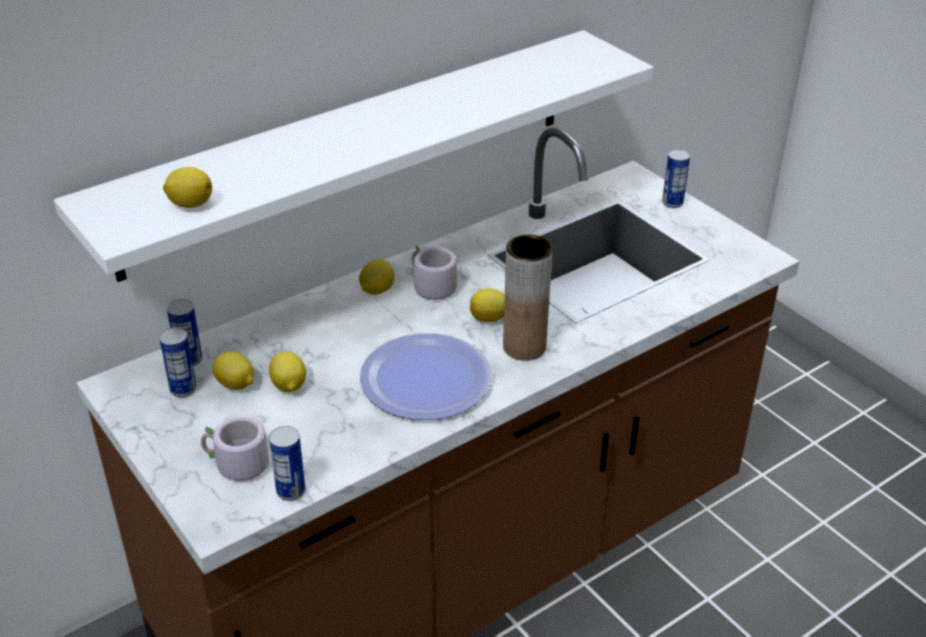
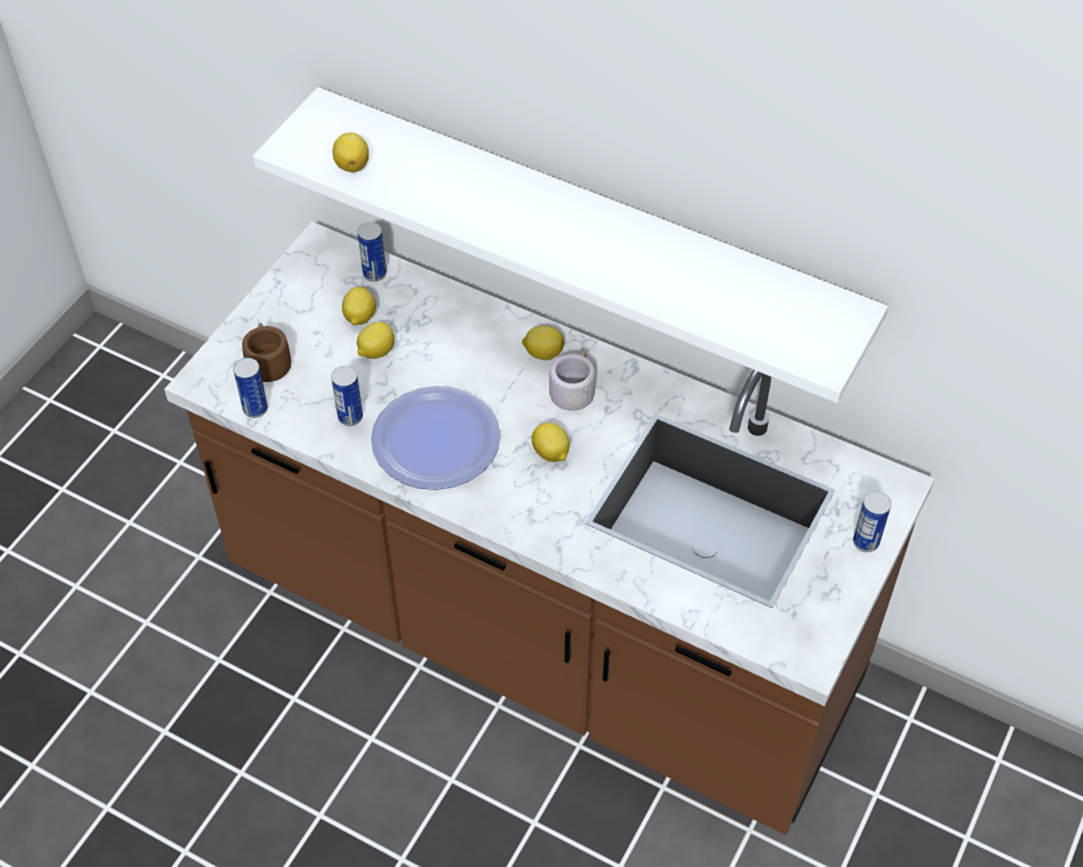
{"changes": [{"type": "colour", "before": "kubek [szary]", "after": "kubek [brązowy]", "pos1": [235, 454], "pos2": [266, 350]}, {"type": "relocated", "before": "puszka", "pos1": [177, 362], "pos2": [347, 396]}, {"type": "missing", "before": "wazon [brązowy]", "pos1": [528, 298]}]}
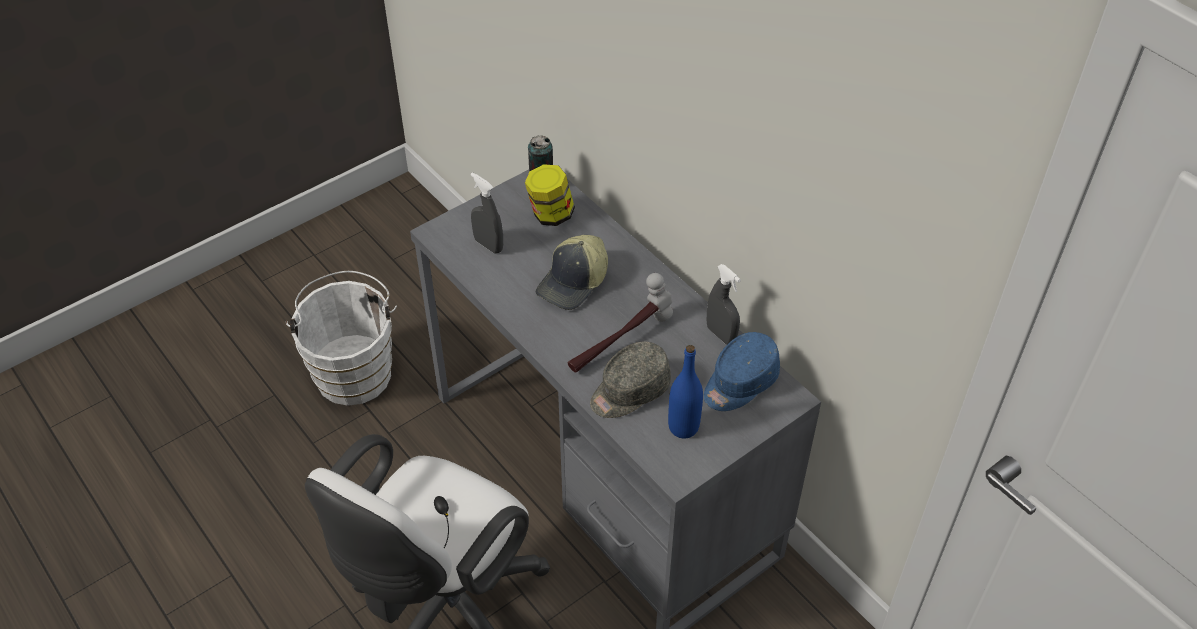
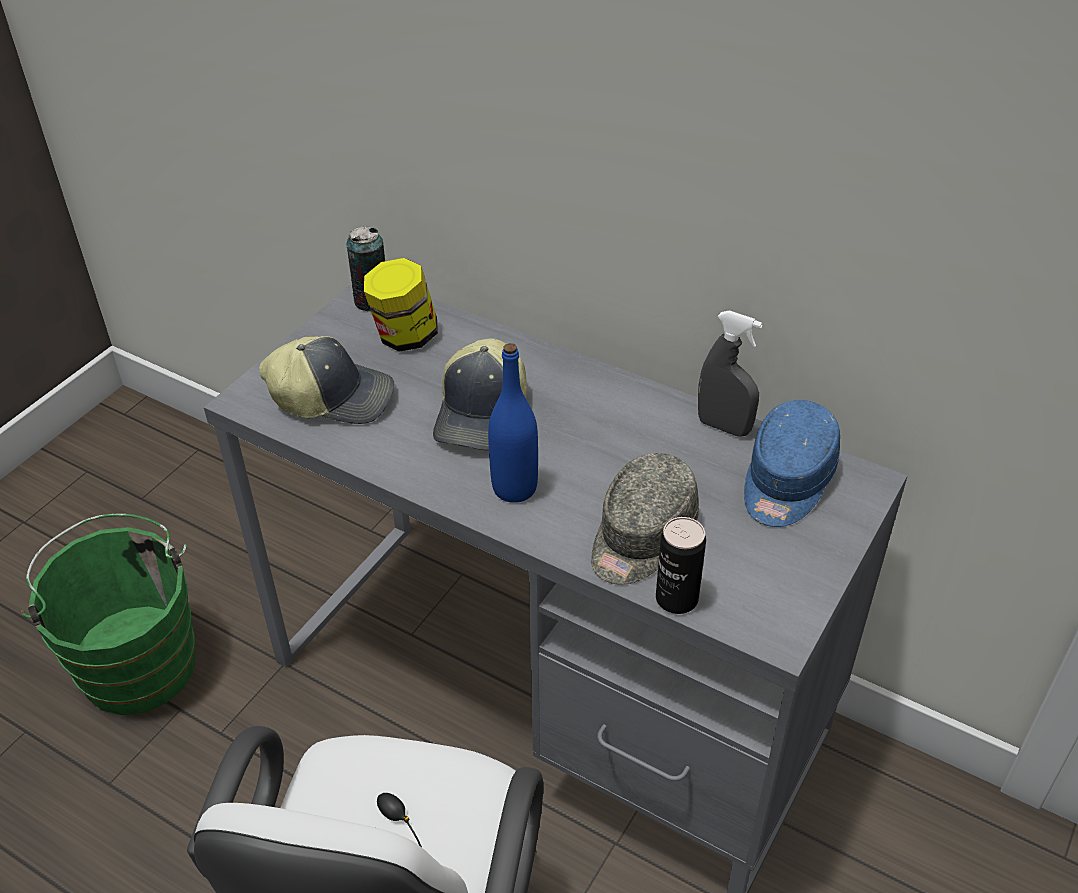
{"changes": [{"type": "colour", "before": "wiadro [biały]", "after": "wiadro [zielony]", "pos1": [341, 338], "pos2": [108, 614]}, {"type": "exchanged", "before": "spryskiwacz [szary]", "after": "czapka z daszkiem", "pos1": [487, 213], "pos2": [326, 380]}, {"type": "relocated", "before": "butelka [niebieski]", "pos1": [685, 391], "pos2": [513, 423]}, {"type": "appeared", "after": "puszka", "pos2": [681, 565]}, {"type": "missing", "before": "młotek", "pos1": [620, 323]}]}
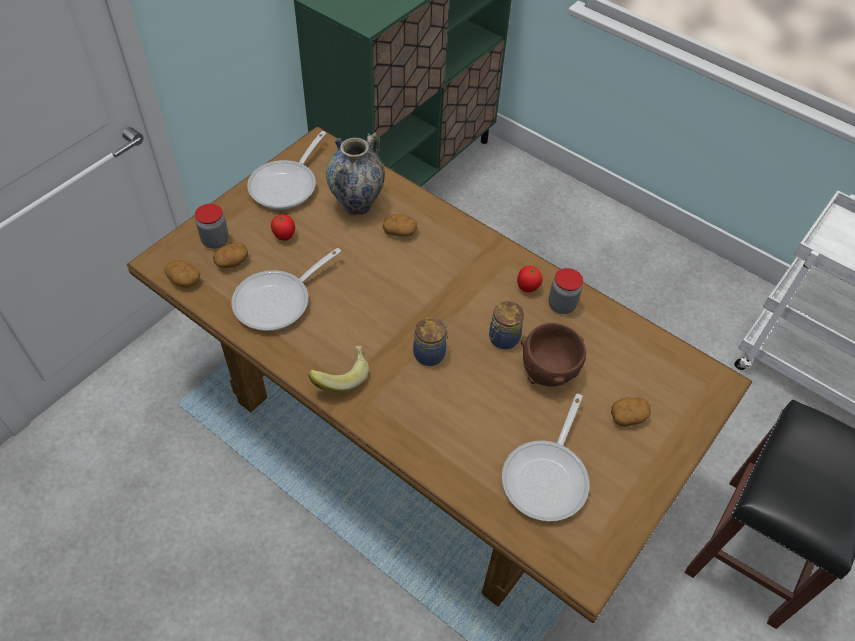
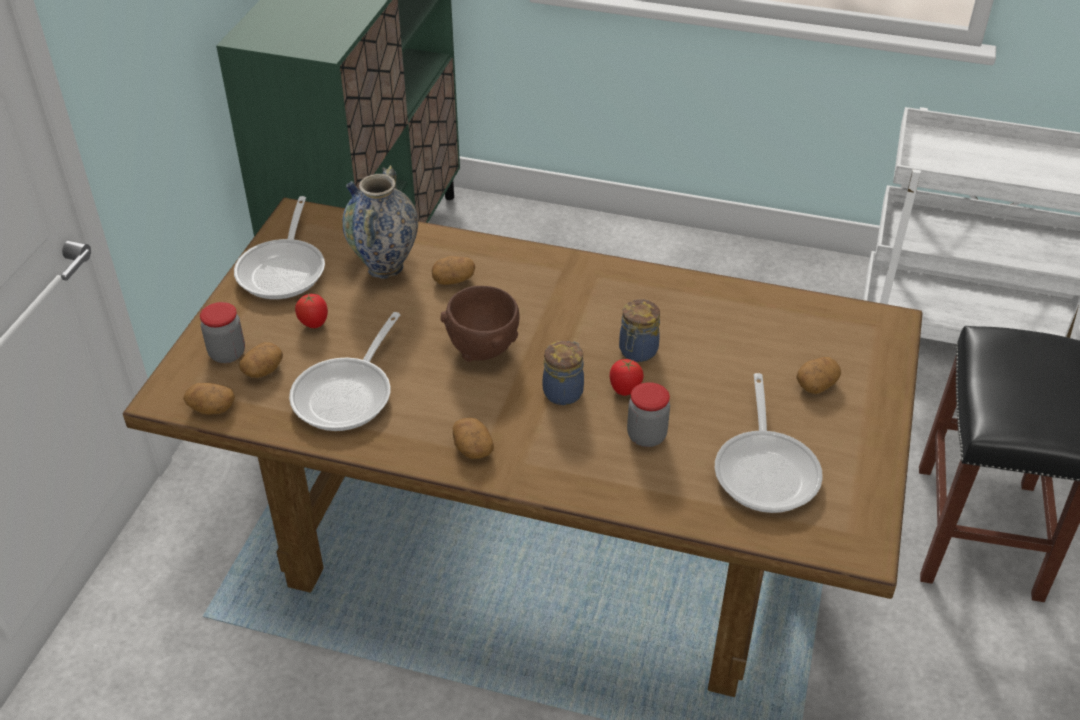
{"changes": [{"type": "relocated", "before": "miska [brązowy]", "pos1": [553, 355], "pos2": [480, 324]}, {"type": "exchanged", "before": "banan", "after": "ziemniak", "pos1": [338, 369], "pos2": [473, 438]}, {"type": "relocated", "before": "pomidor", "pos1": [529, 279], "pos2": [627, 377]}, {"type": "relocated", "before": "słoik", "pos1": [566, 291], "pos2": [648, 414]}]}
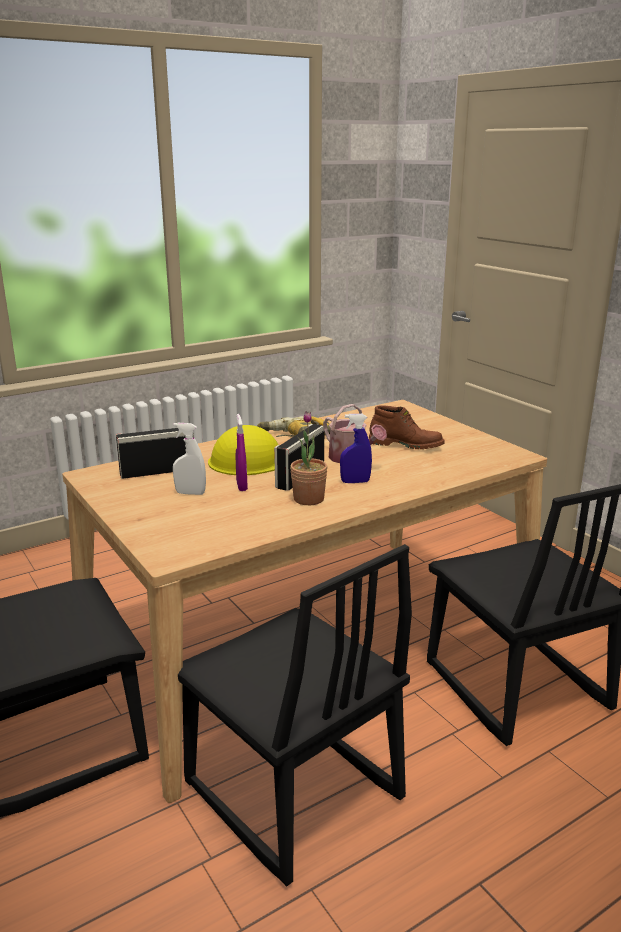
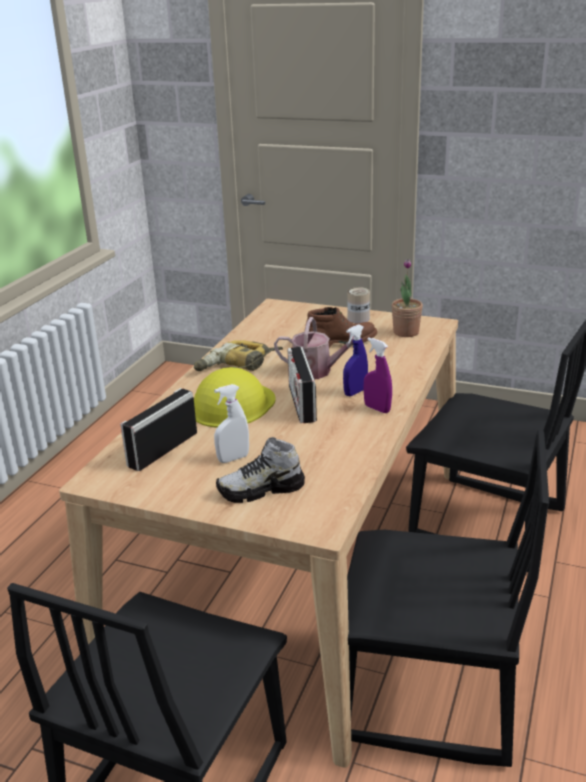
{"changes": [{"type": "appeared", "after": "but", "pos2": [260, 470]}, {"type": "appeared", "after": "puszka", "pos2": [358, 305]}, {"type": "relocated", "before": "spryskiwacz [fioletowy]", "pos1": [242, 452], "pos2": [377, 375]}, {"type": "relocated", "before": "roślina doniczkowa", "pos1": [309, 458], "pos2": [407, 298]}]}
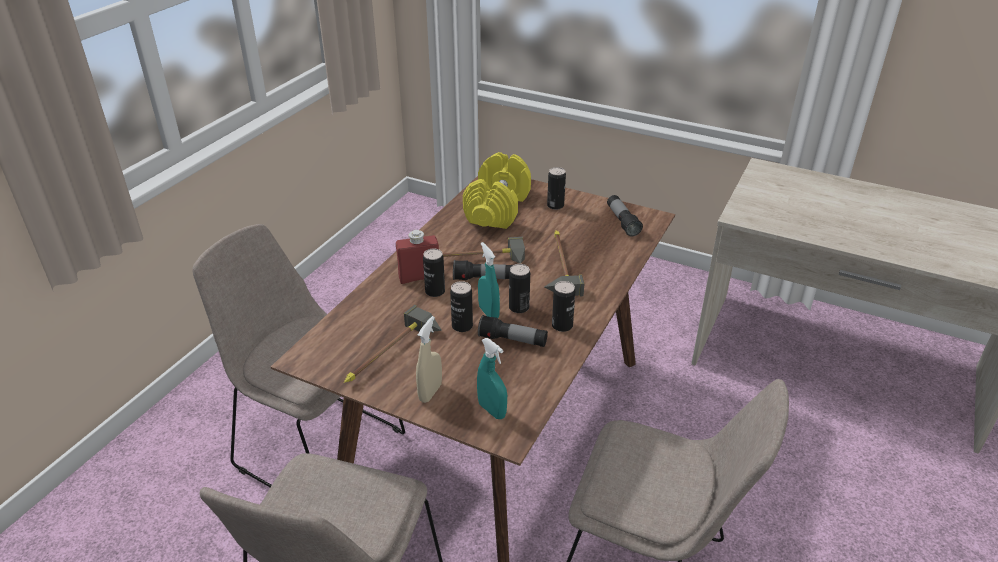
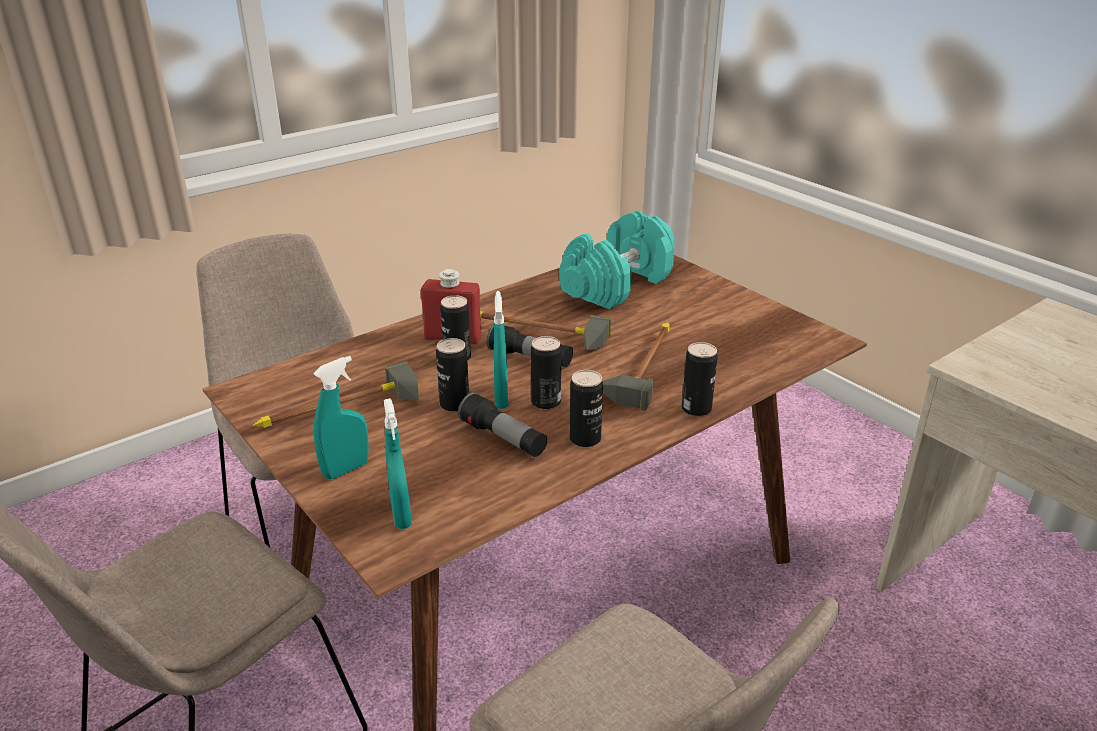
{"changes": [{"type": "colour", "before": "spryskiwacz [beżowy]", "after": "spryskiwacz [turkusowy]", "pos1": [429, 359], "pos2": [341, 417]}, {"type": "colour", "before": "hantel [żółty]", "after": "hantel [turkusowy]", "pos1": [497, 190], "pos2": [617, 259]}, {"type": "relocated", "before": "puszka", "pos1": [556, 188], "pos2": [700, 379]}, {"type": "missing", "before": "latarka", "pos1": [625, 215]}]}
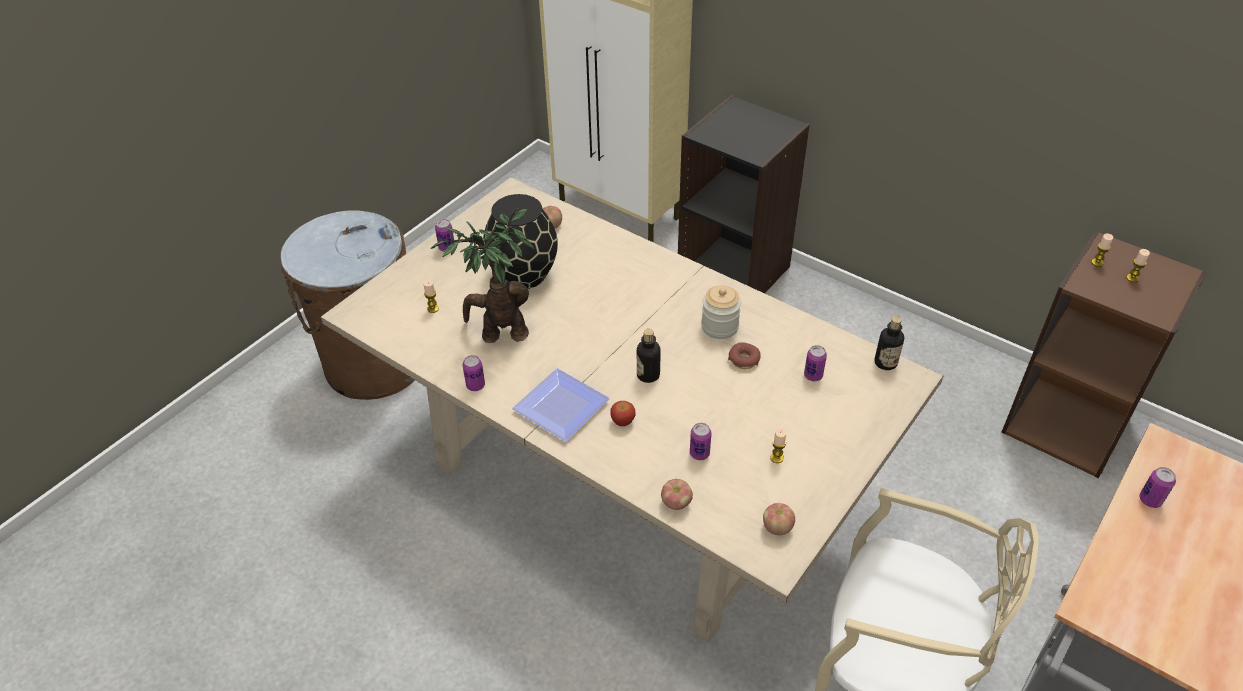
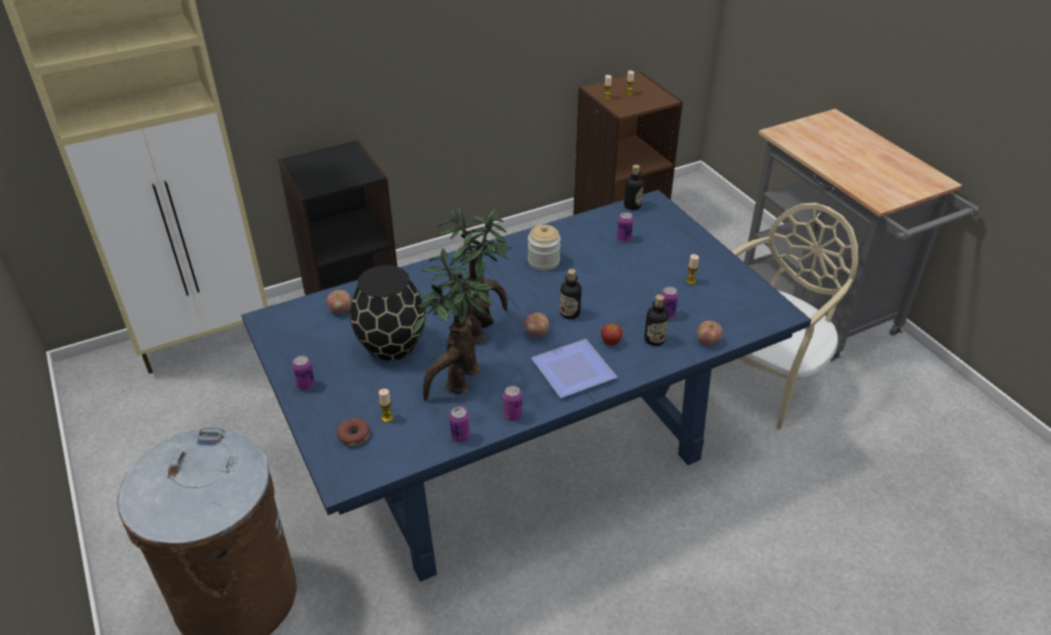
{"changes": [{"type": "colour", "before": "stół jadalny [beżowy]", "after": "stół jadalny [niebieski]", "pos1": [632, 409], "pos2": [526, 386]}, {"type": "relocated", "before": "donut", "pos1": [744, 355], "pos2": [354, 432]}, {"type": "appeared", "after": "roślina doniczkowa", "pos2": [474, 275]}, {"type": "relocated", "before": "puszka", "pos1": [1157, 487], "pos2": [459, 424]}, {"type": "relocated", "before": "jabłko", "pos1": [779, 519], "pos2": [536, 325]}, {"type": "appeared", "after": "butelka", "pos2": [656, 320]}]}
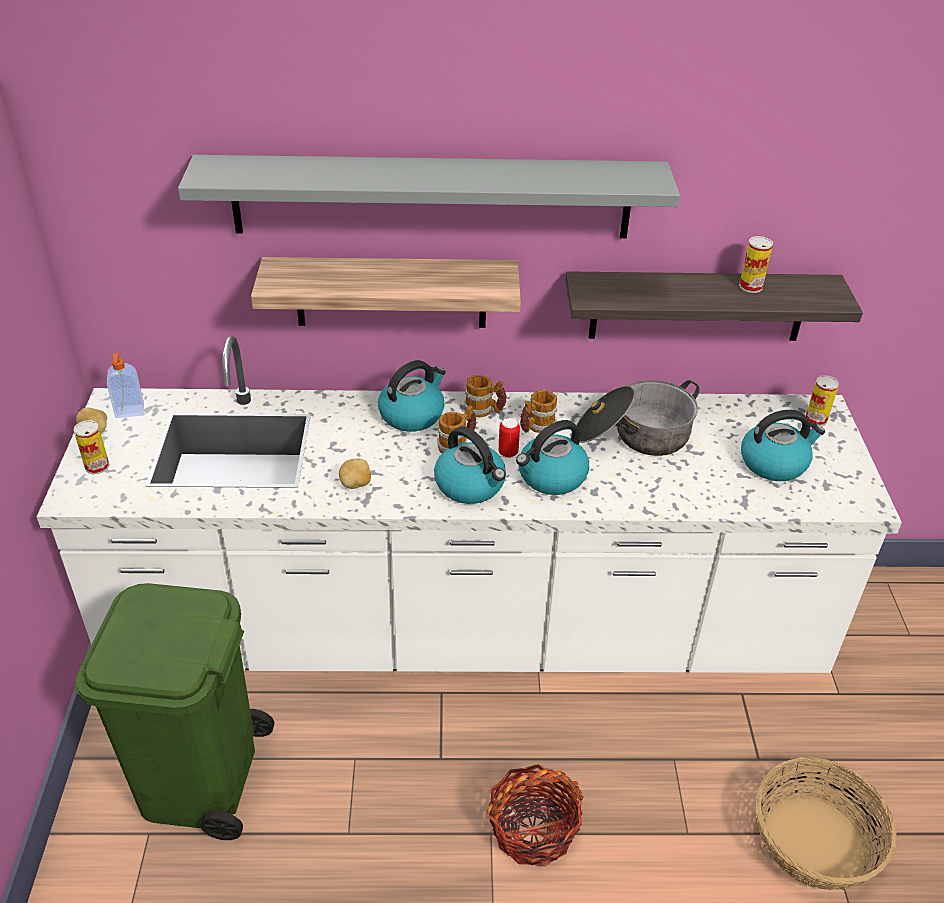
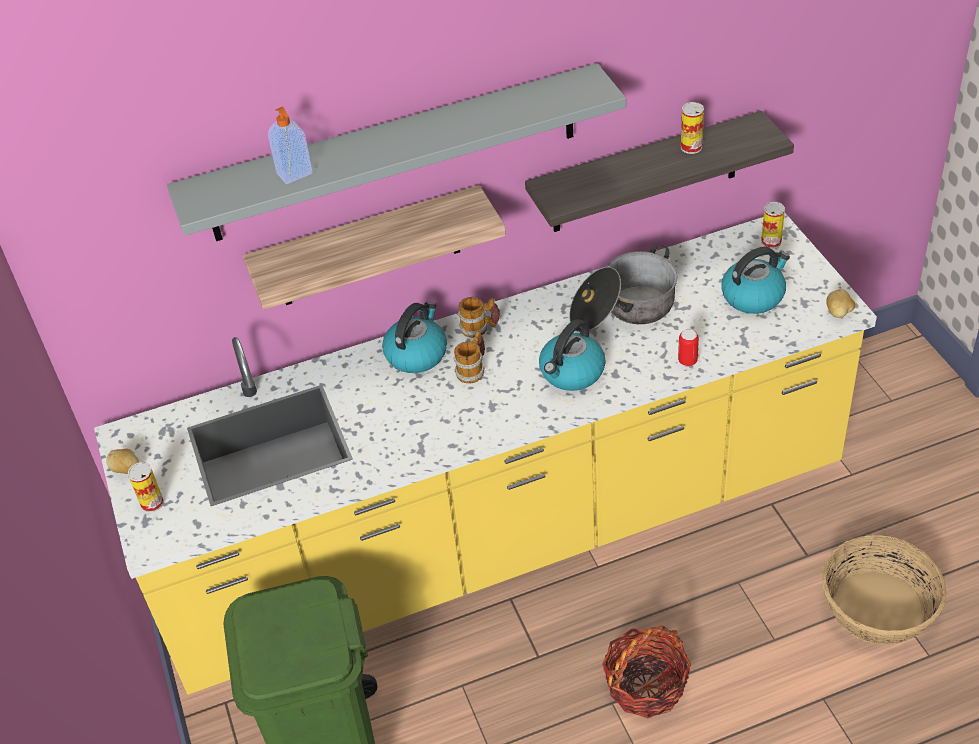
{"changes": [{"type": "colour", "before": "zabudowa kuchenna [biały]", "after": "zabudowa kuchenna [żółty]", "pos1": [469, 504], "pos2": [485, 454]}, {"type": "relocated", "before": "dozownik mydła", "pos1": [125, 385], "pos2": [290, 145]}, {"type": "relocated", "before": "puszka", "pos1": [509, 438], "pos2": [688, 348]}, {"type": "relocated", "before": "ziemniak", "pos1": [355, 474], "pos2": [840, 303]}, {"type": "missing", "before": "czajnik", "pos1": [470, 465]}, {"type": "missing", "before": "kubek", "pos1": [539, 411]}]}
